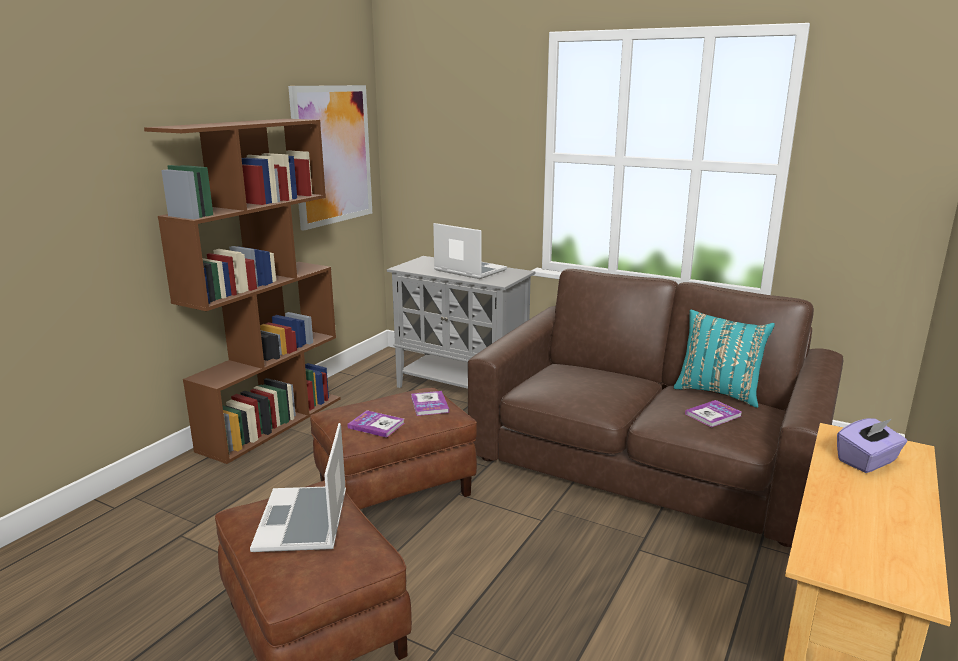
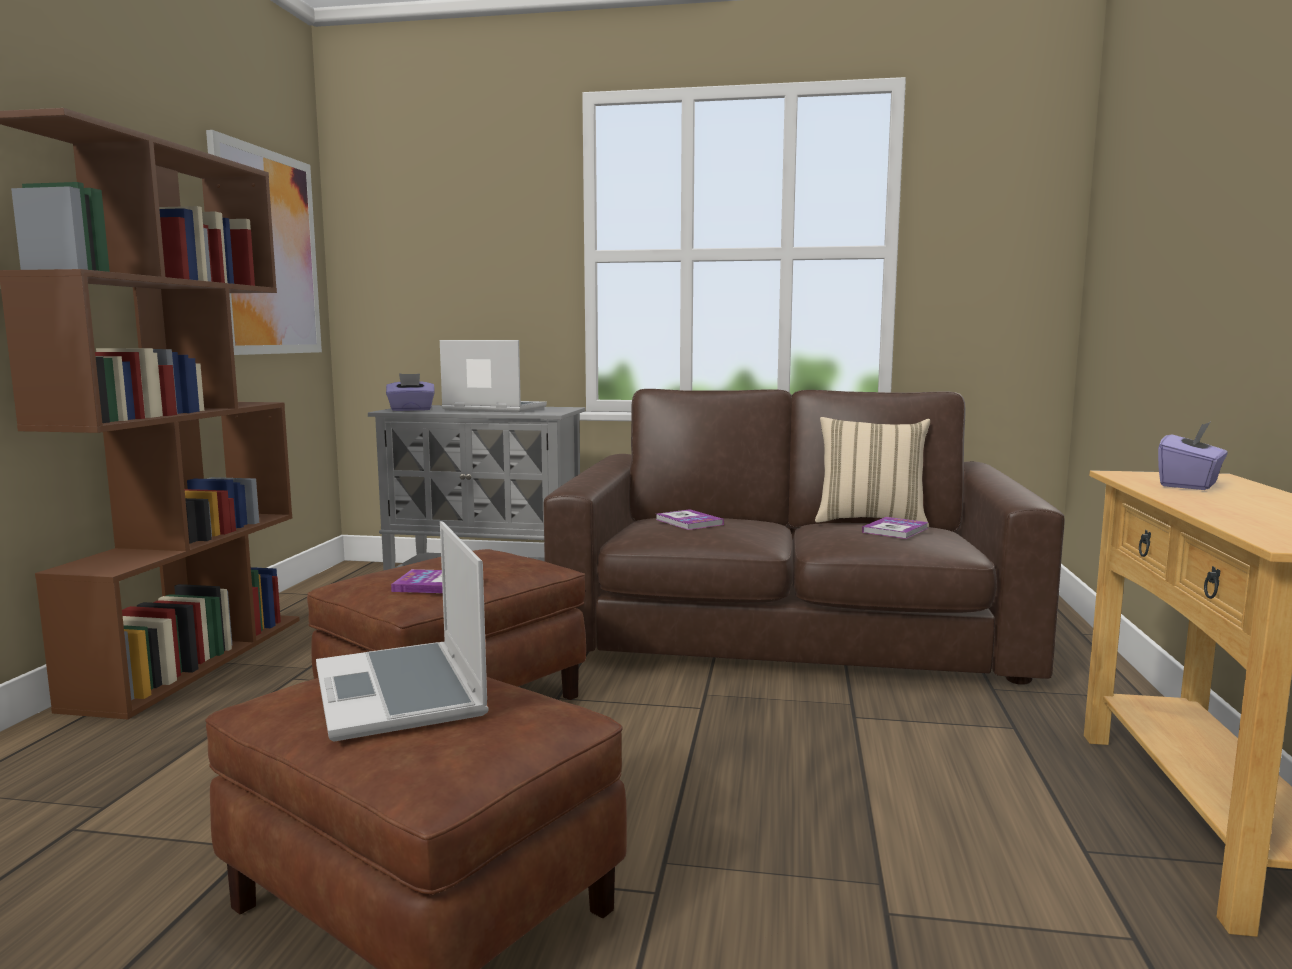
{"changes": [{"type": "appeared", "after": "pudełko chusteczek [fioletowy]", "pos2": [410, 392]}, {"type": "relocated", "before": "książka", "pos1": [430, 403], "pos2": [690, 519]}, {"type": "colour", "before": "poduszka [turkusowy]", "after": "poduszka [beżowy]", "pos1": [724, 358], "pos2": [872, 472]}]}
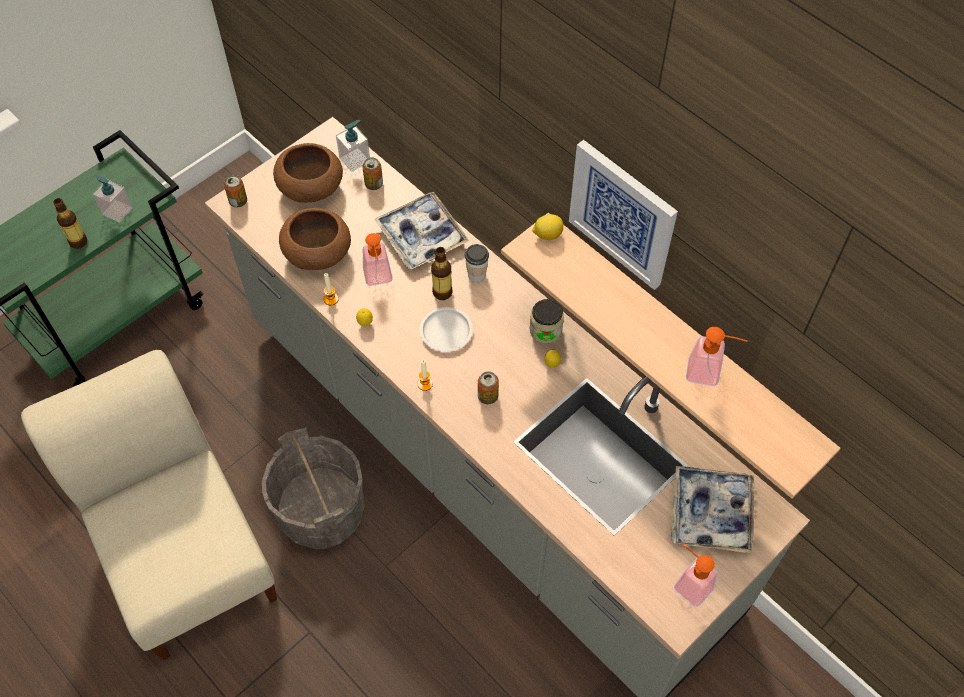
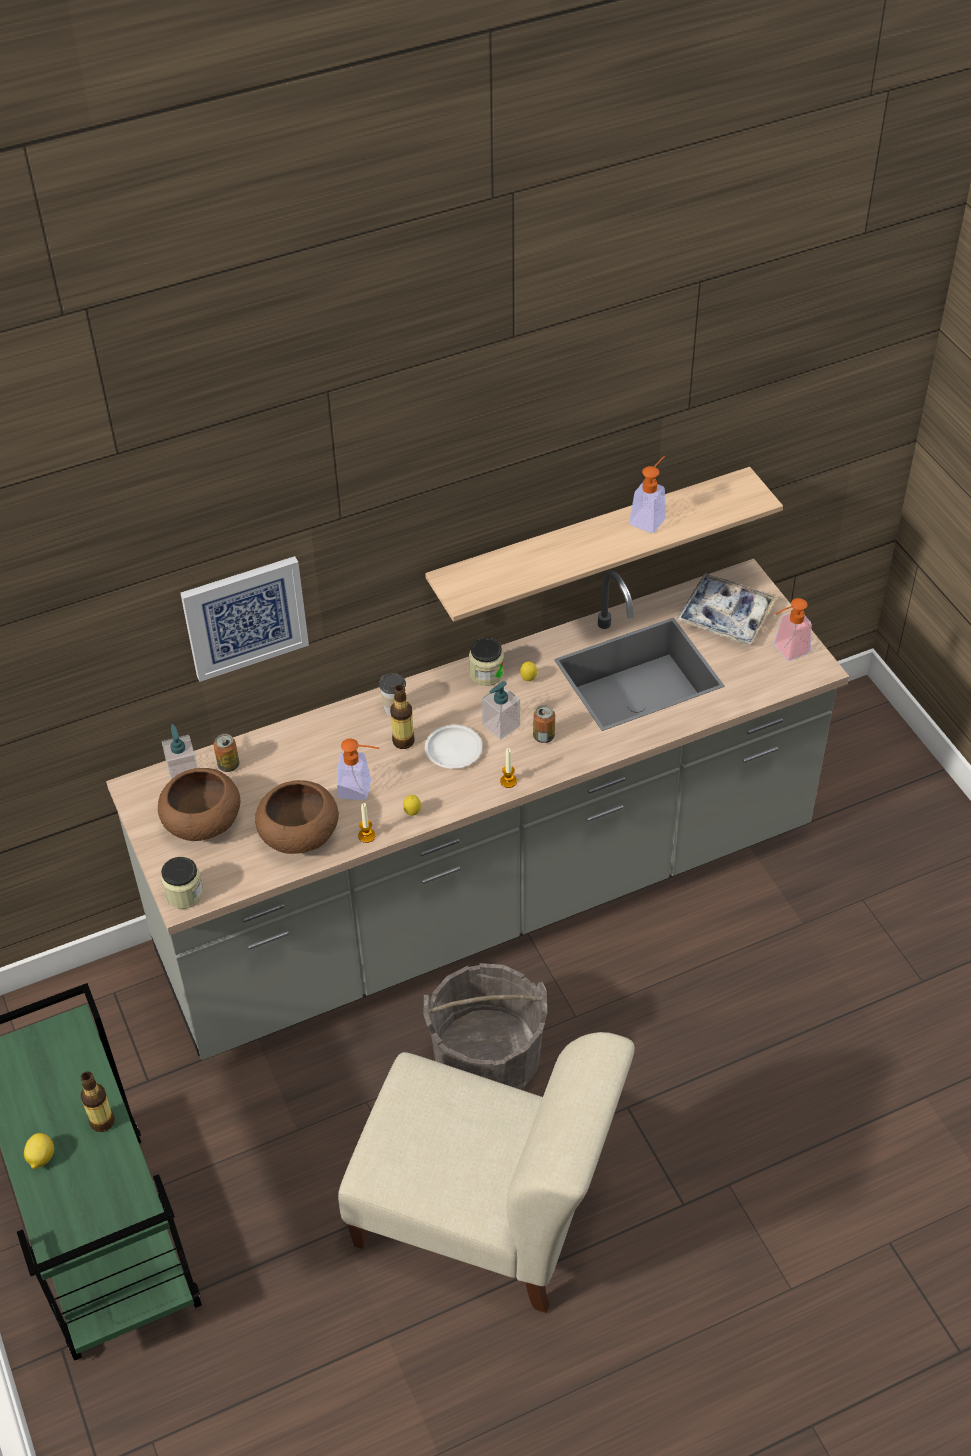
{"changes": [{"type": "relocated", "before": "cytryna", "pos1": [547, 227], "pos2": [39, 1151]}, {"type": "exchanged", "before": "puszka", "after": "słoik", "pos1": [235, 191], "pos2": [182, 883]}, {"type": "relocated", "before": "obraz", "pos1": [623, 215], "pos2": [244, 619]}, {"type": "spun", "before": "krzesło [beżowy]", "pos1": [149, 505], "pos2": [486, 1172], "turn": -150}, {"type": "relocated", "before": "dozownik mydła", "pos1": [113, 199], "pos2": [501, 710]}, {"type": "missing", "before": "taca", "pos1": [421, 230]}]}
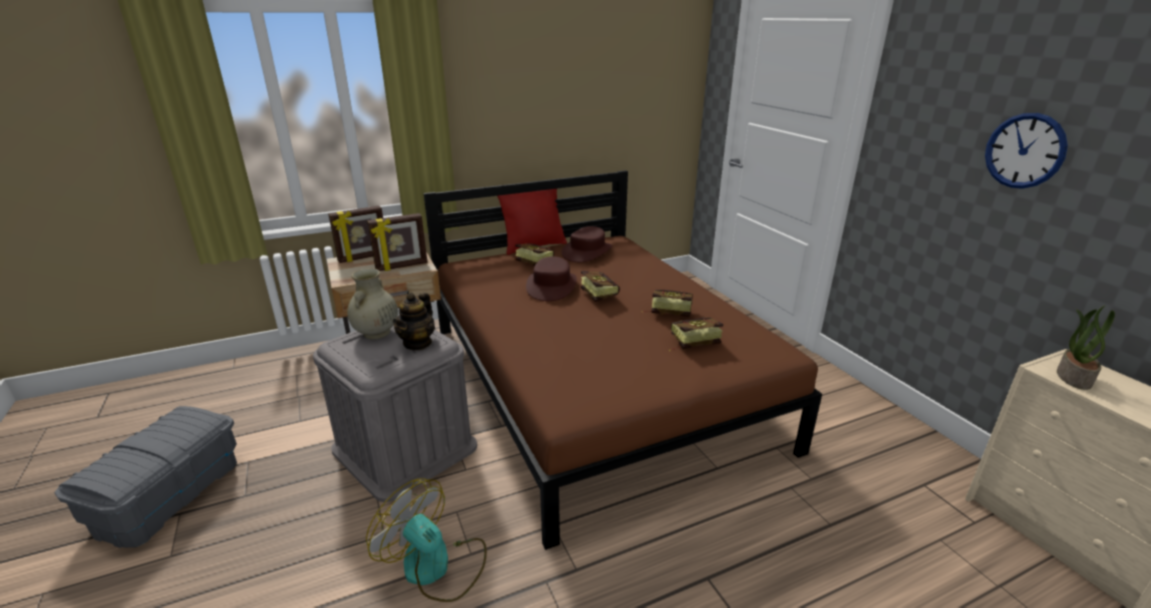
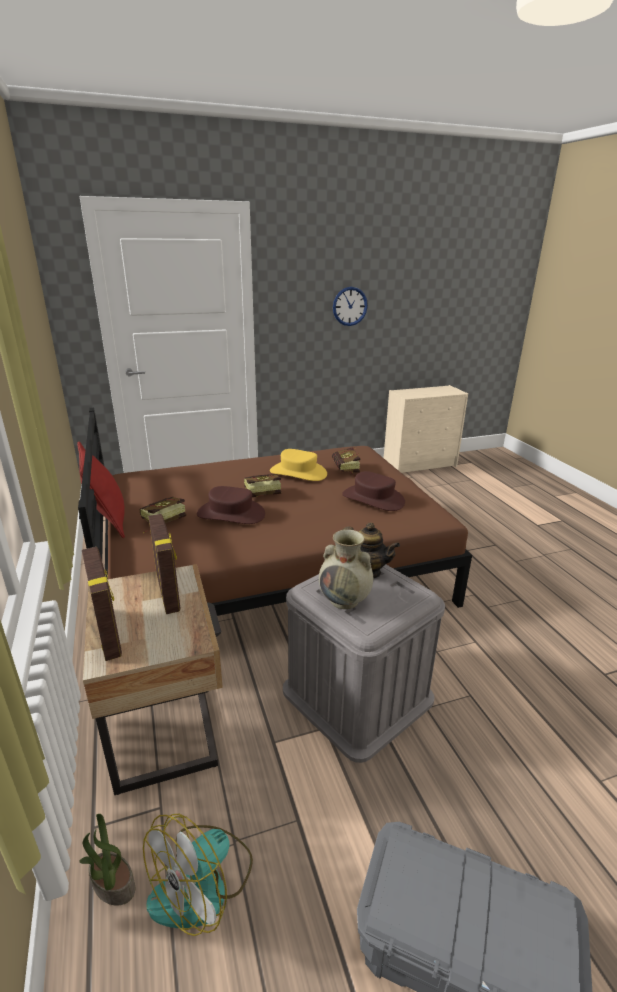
{"changes": [{"type": "relocated", "before": "roślina doniczkowa", "pos1": [1086, 347], "pos2": [107, 860]}, {"type": "relocated", "before": "wentylator", "pos1": [426, 540], "pos2": [198, 875]}, {"type": "exchanged", "before": "książka", "after": "kapelusz [żółty]", "pos1": [667, 303], "pos2": [298, 465]}, {"type": "relocated", "before": "kapelusz [brązowy]", "pos1": [587, 244], "pos2": [373, 491]}]}
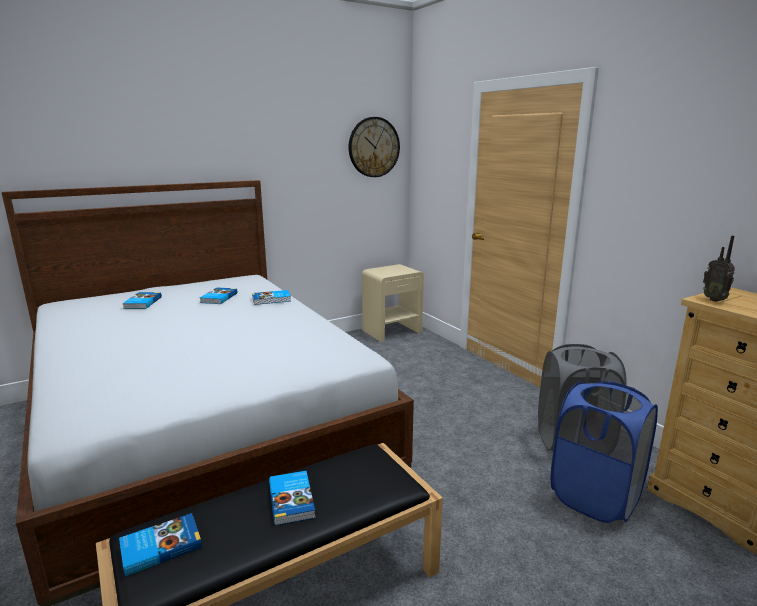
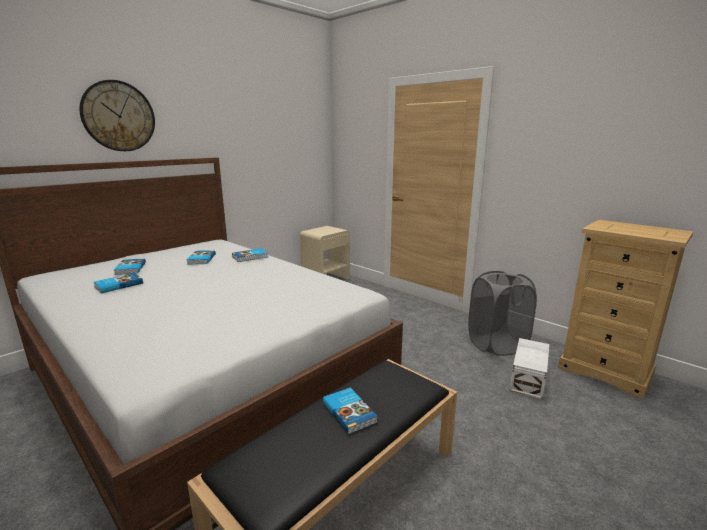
{"changes": [{"type": "relocated", "before": "zegar ścienny", "pos1": [374, 147], "pos2": [117, 115]}, {"type": "relocated", "before": "książka", "pos1": [160, 544], "pos2": [118, 283]}, {"type": "exchanged", "before": "kosz na pranie [niebieski]", "after": "pojemnik do przechowywania [biały]", "pos1": [604, 452], "pos2": [529, 368]}, {"type": "missing", "before": "radio", "pos1": [719, 269]}]}
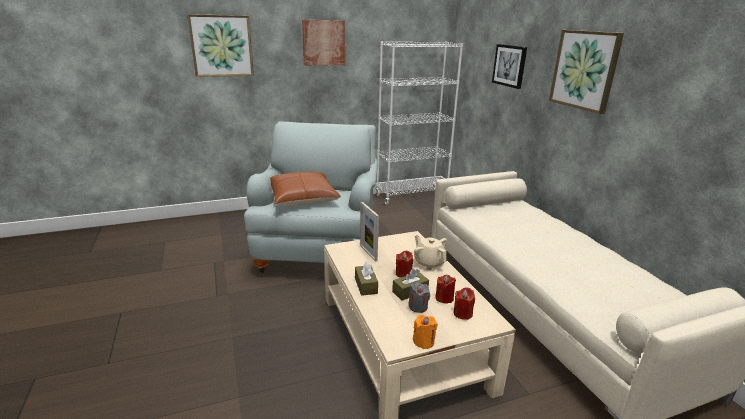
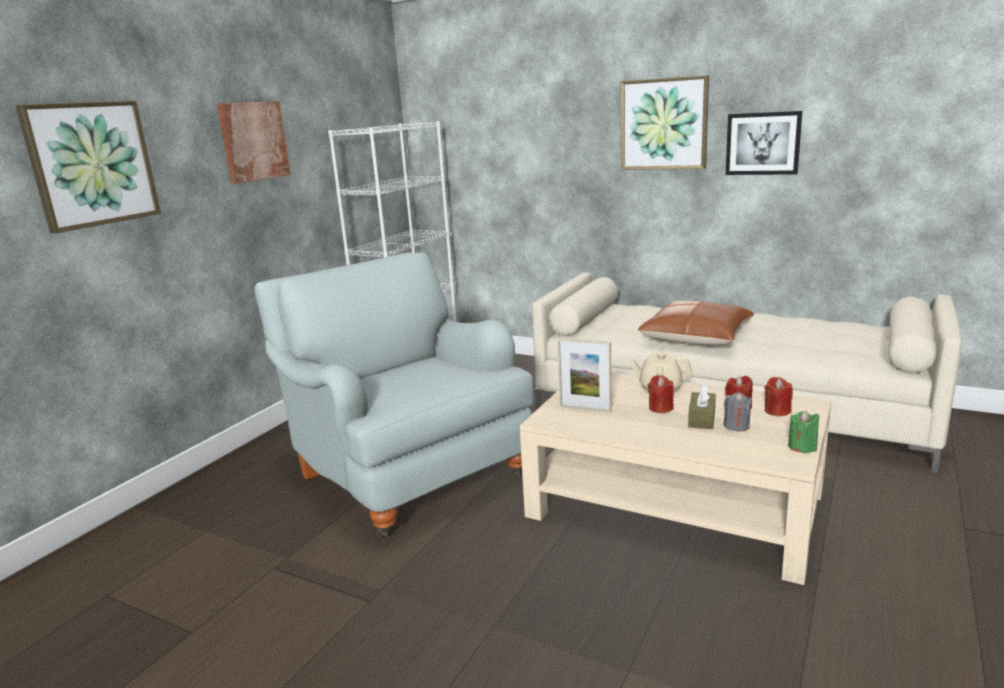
{"changes": [{"type": "relocated", "before": "poduszka [brązowy]", "pos1": [305, 189], "pos2": [696, 323]}, {"type": "relocated", "before": "obraz", "pos1": [509, 66], "pos2": [764, 143]}, {"type": "colour", "before": "świeca [pomarańczowy]", "after": "świeca [zielony]", "pos1": [425, 332], "pos2": [804, 431]}, {"type": "missing", "before": "pudełko chusteczek [brązowy]", "pos1": [366, 278]}]}
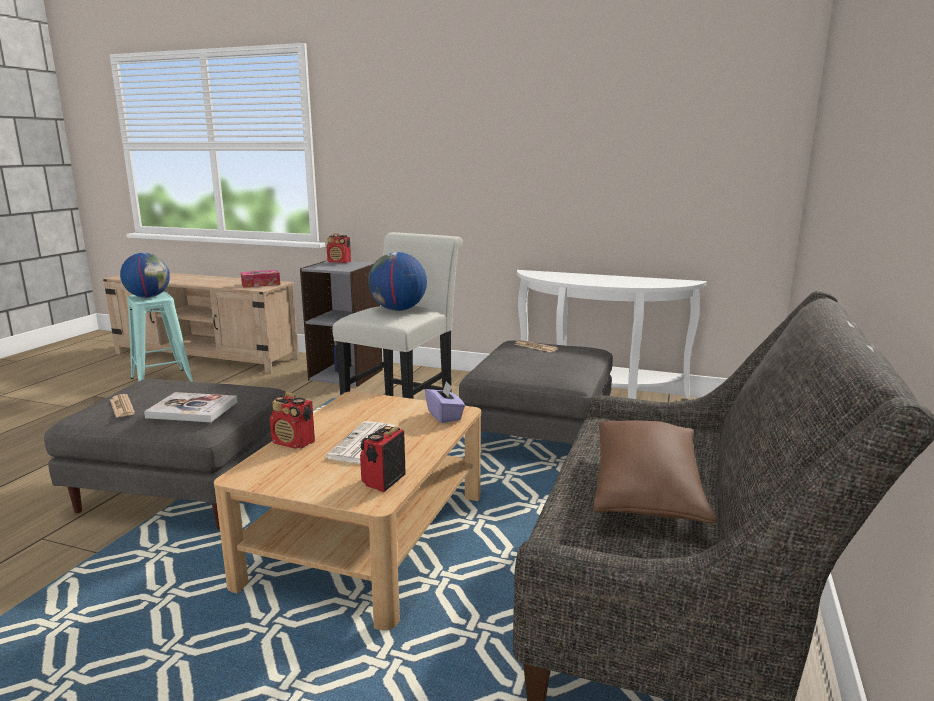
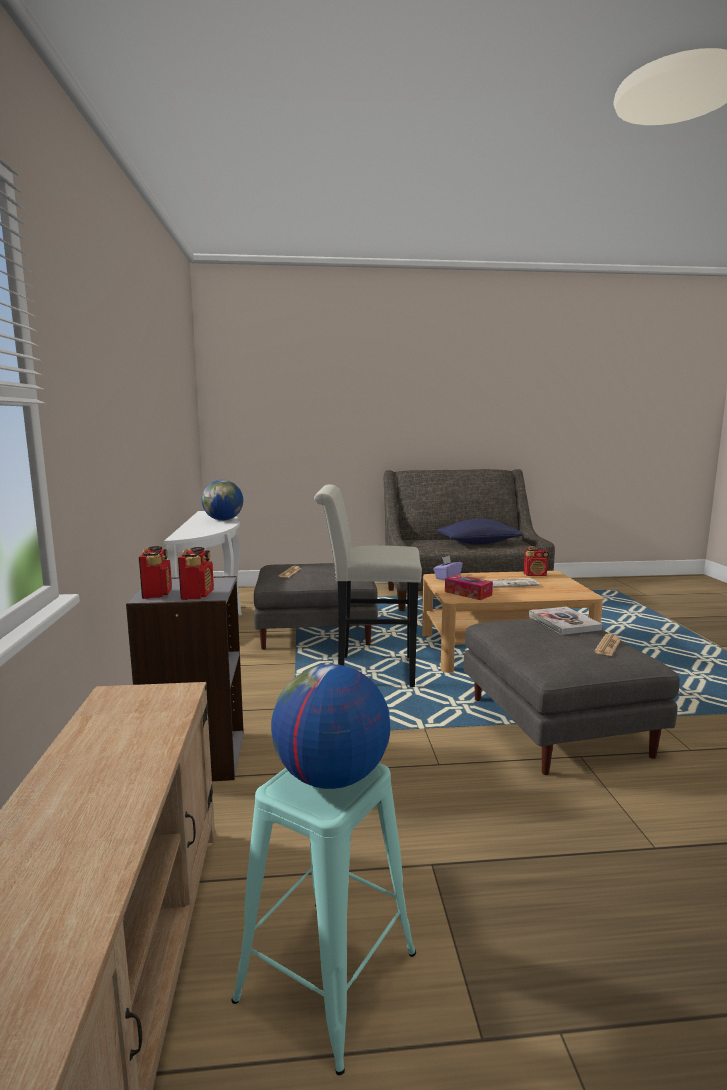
{"changes": [{"type": "relocated", "before": "radio", "pos1": [292, 420], "pos2": [196, 573]}, {"type": "relocated", "before": "globus", "pos1": [397, 281], "pos2": [222, 500]}, {"type": "colour", "before": "poduszka [brązowy]", "after": "poduszka [niebieski]", "pos1": [655, 471], "pos2": [480, 531]}, {"type": "relocated", "before": "pudełko chusteczek", "pos1": [260, 279], "pos2": [469, 587]}]}
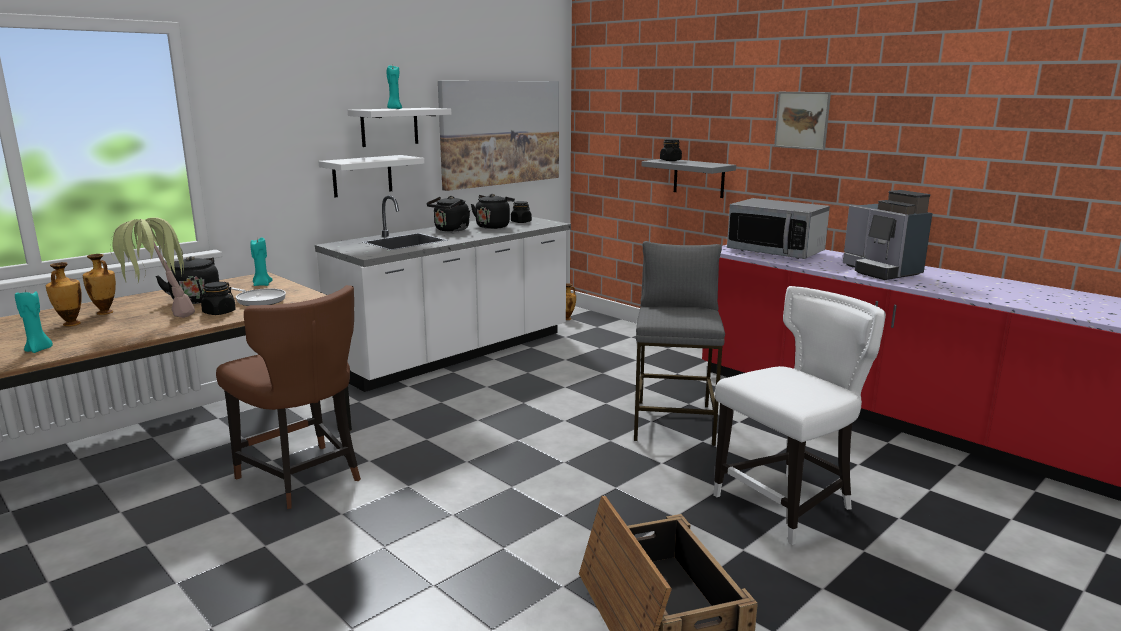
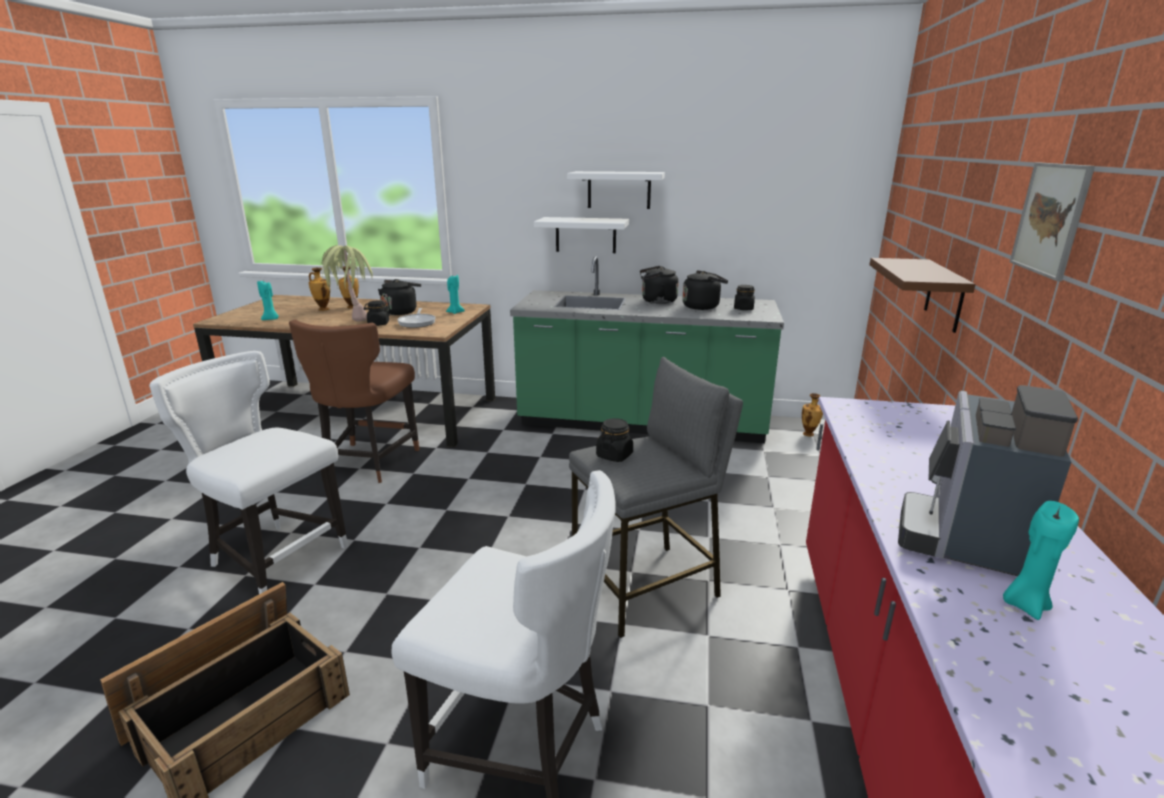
{"changes": [{"type": "appeared", "after": "krzesło [biały]", "pos2": [248, 472]}, {"type": "colour", "before": "zabudowa kuchenna [biały]", "after": "zabudowa kuchenna [zielony]", "pos1": [443, 293], "pos2": [647, 349]}, {"type": "relocated", "before": "słoik [czarny]", "pos1": [671, 150], "pos2": [614, 440]}, {"type": "colour", "before": "półka [szary]", "after": "półka [brązowy]", "pos1": [689, 178], "pos2": [922, 295]}, {"type": "relocated", "before": "świeca [turkusowy]", "pos1": [394, 87], "pos2": [1041, 560]}, {"type": "missing", "before": "obraz", "pos1": [498, 136]}, {"type": "missing", "before": "mikrofalówka", "pos1": [778, 228]}]}
